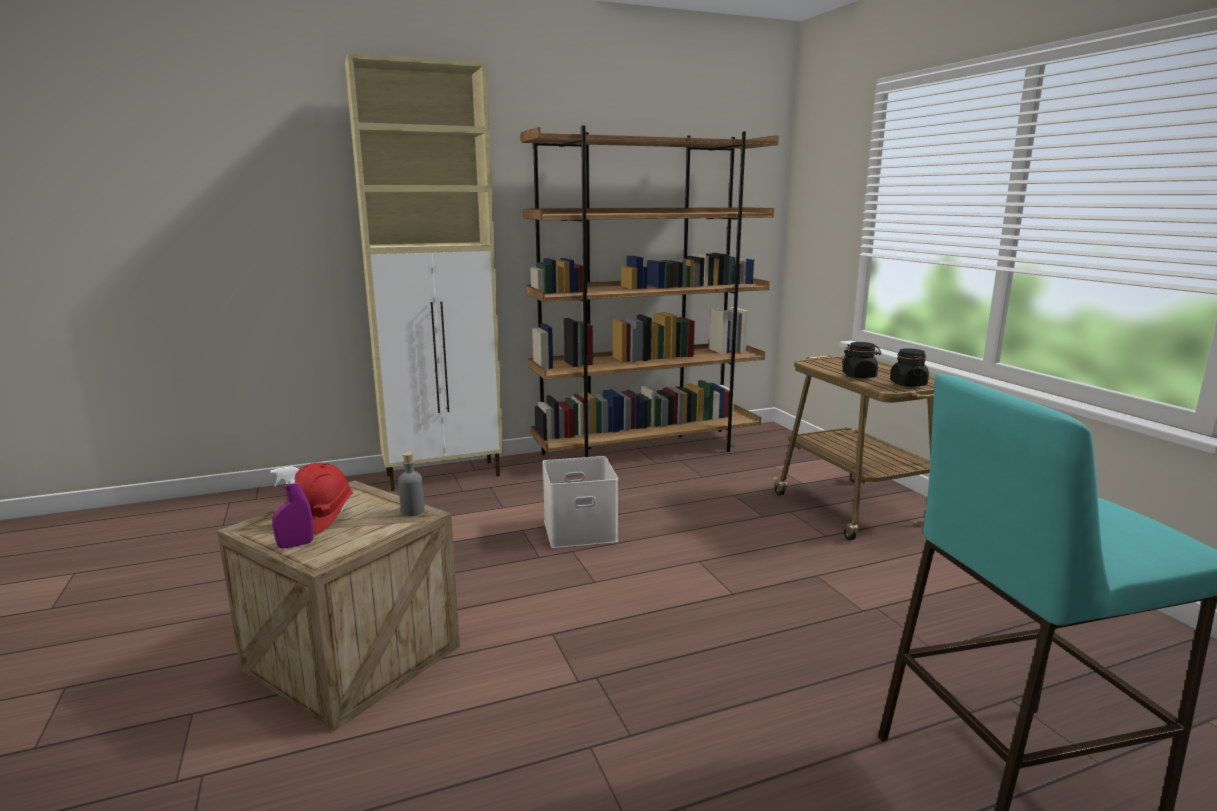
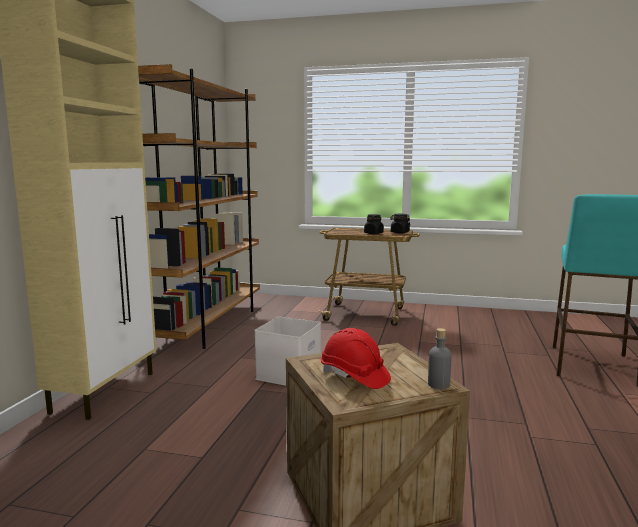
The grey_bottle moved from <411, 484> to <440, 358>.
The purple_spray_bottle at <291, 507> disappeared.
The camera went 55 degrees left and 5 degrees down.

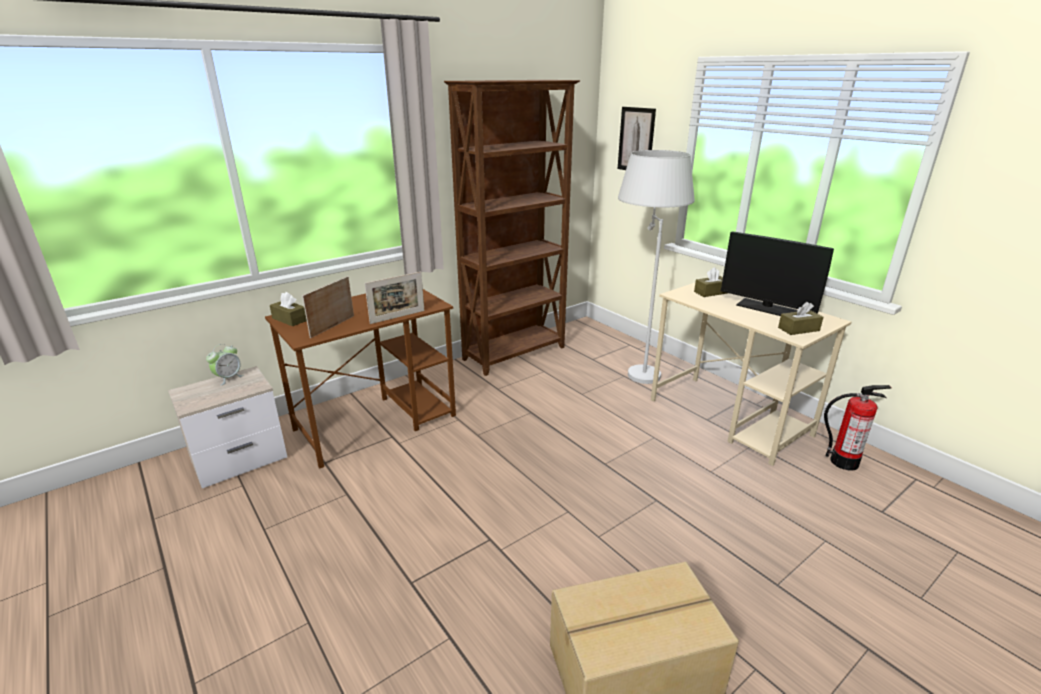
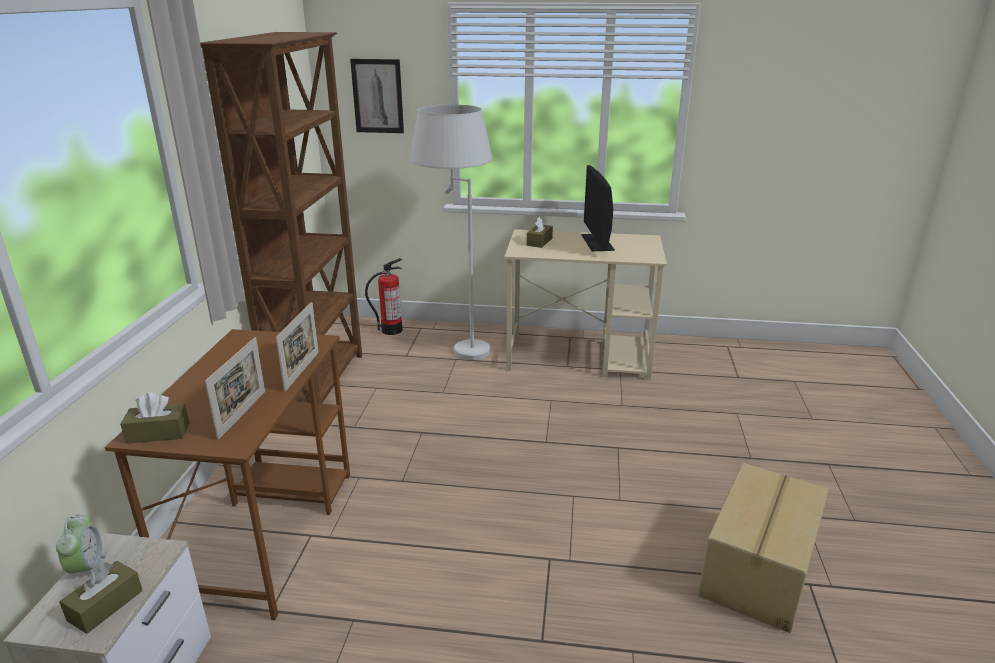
The brown_tissue_box moved from <800, 318> to <101, 597>.
The picture_frame at <328, 307> turned 150 degrees counterclockwise.
The fire_extinguisher moved from <858, 428> to <384, 296>.
The monitor at <777, 273> turned 90 degrees clockwise.
The camera went 45 degrees left and 0 degrees up.

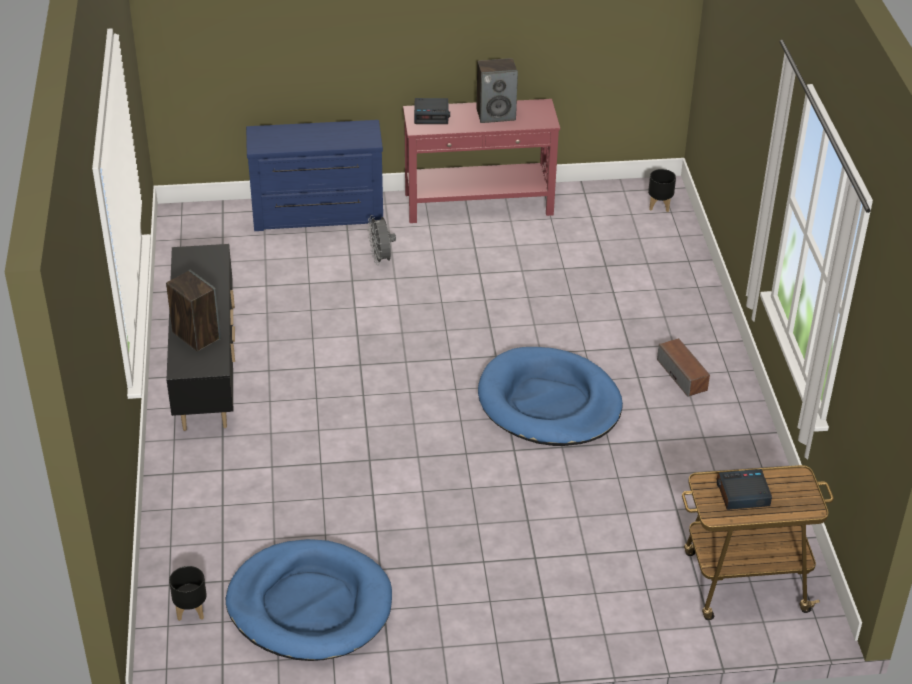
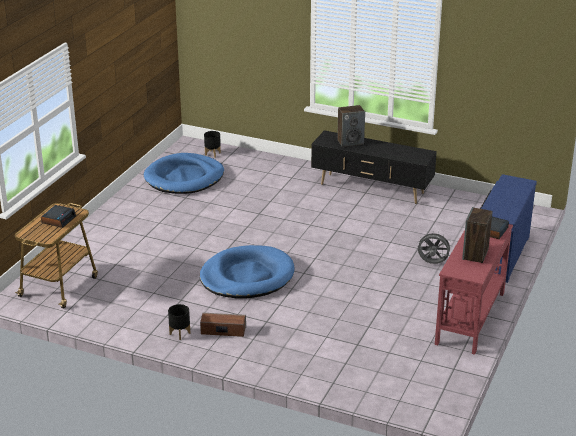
The black_planter moved from <662, 190> to <179, 322>.
The camera went 120 degrees right and 10 degrees down.

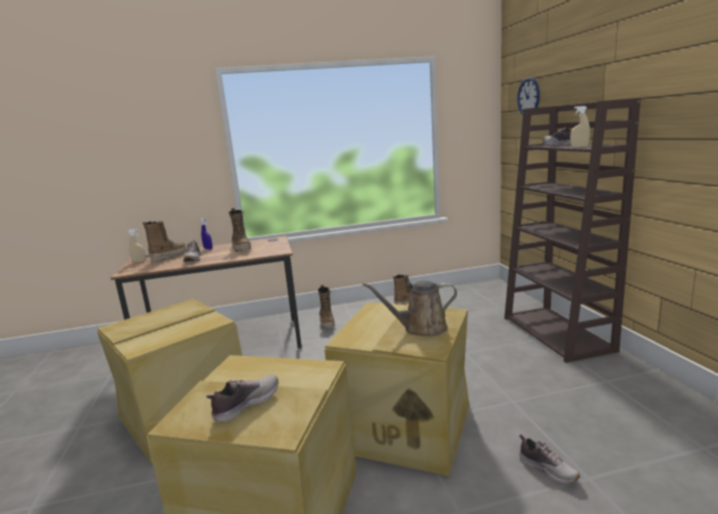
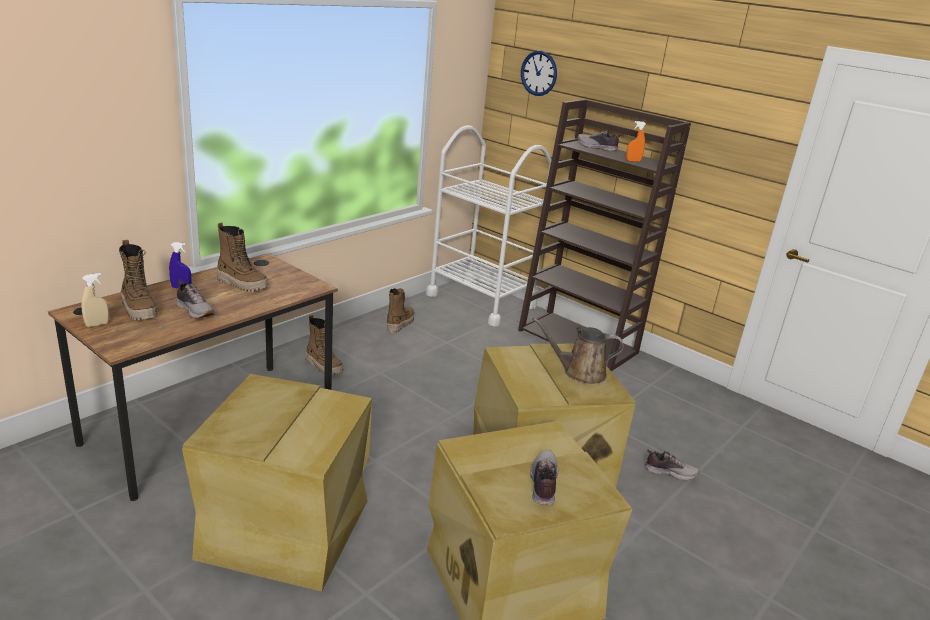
The boot at <165, 242> turned 150 degrees clockwise.
The white_cart at <489, 226> appeared.
The brown_watering_can at <409, 308> turned 45 degrees clockwise.
The beige_spray_bottle at <580, 127> became the orange_spray_bottle at <636, 141>.
The camera went 40 degrees left and 10 degrees up.

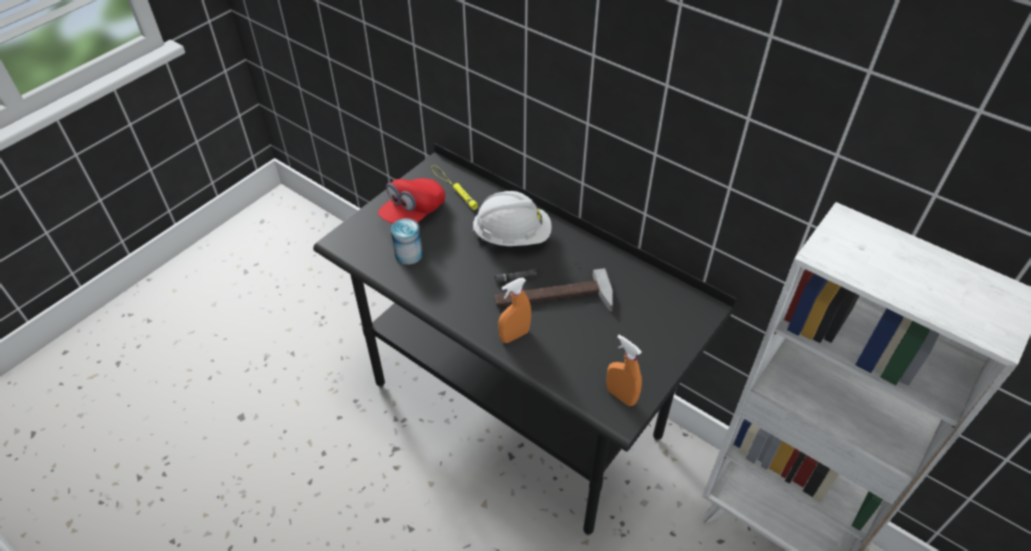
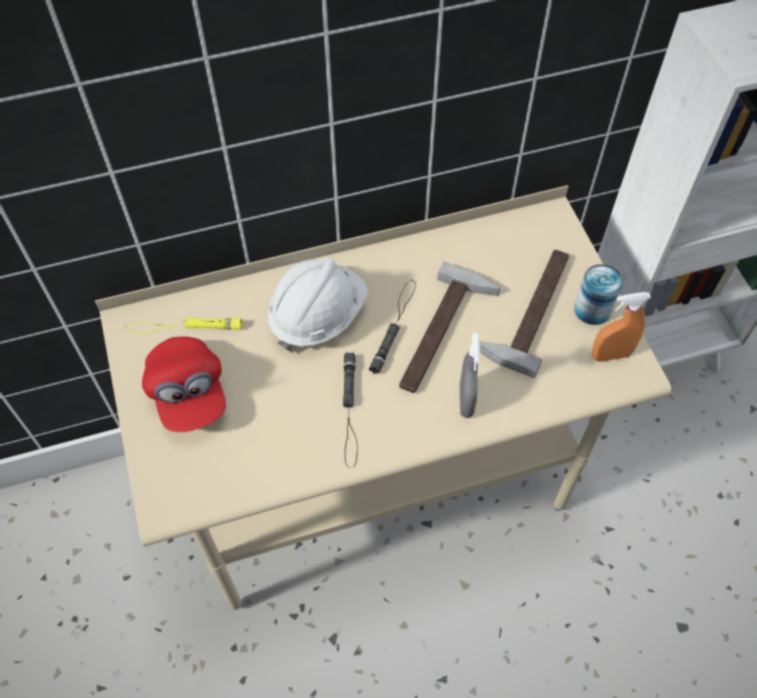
The black_desk at <524, 339> became the beige_desk at <383, 397>.
The black_flashlight at <350, 410> appeared.
The orange_spray_bottle at <514, 310> became the grey_spray_bottle at <470, 375>.
The hammer at <524, 314> appeared.
The can moved from <407, 241> to <598, 294>.
The camera went 55 degrees left and 10 degrees up.

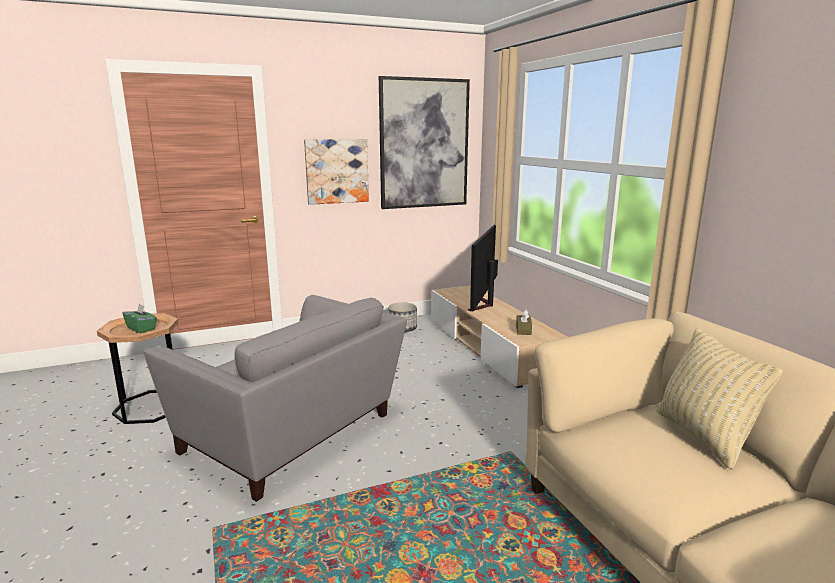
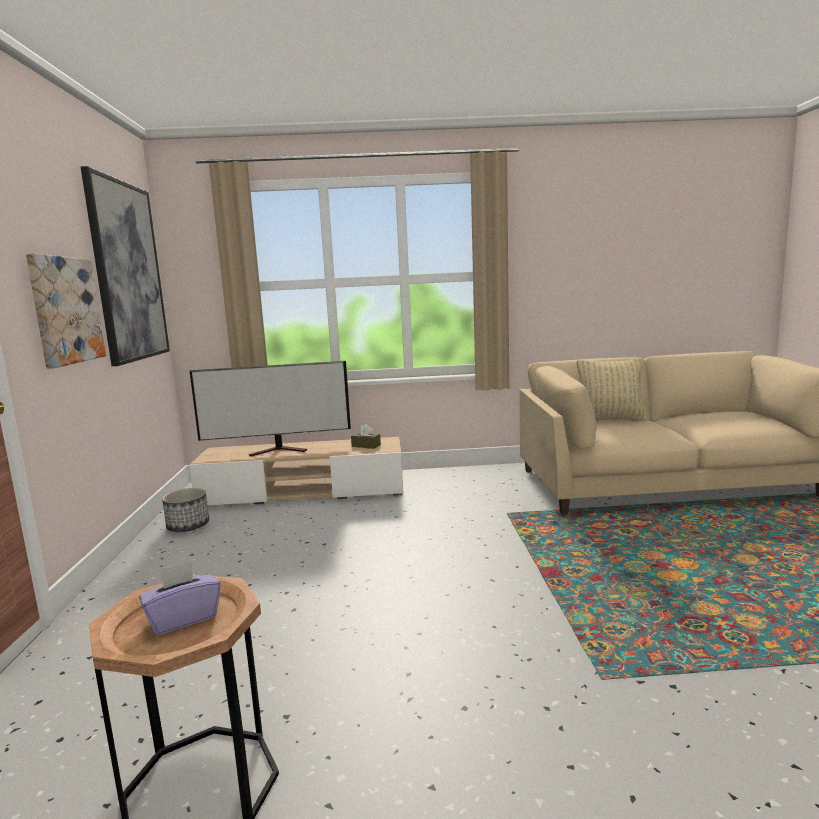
The green_tissue_box at <139, 318> became the purple_tissue_box at <180, 598>.
The television at <483, 267> turned 45 degrees counterclockwise.
The grey_armchair at <275, 398> disappeared.
The camera went 70 degrees left and 5 degrees down.

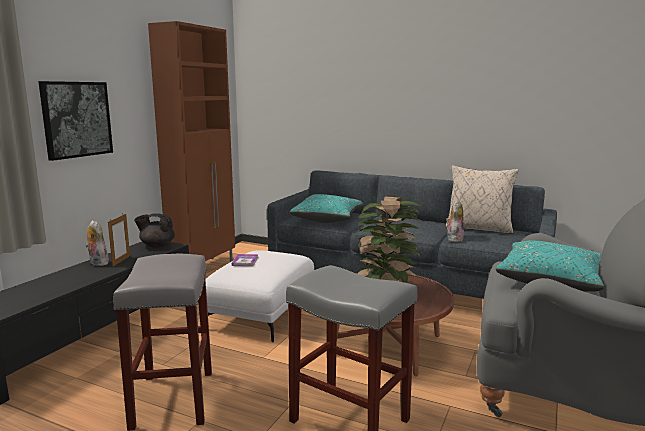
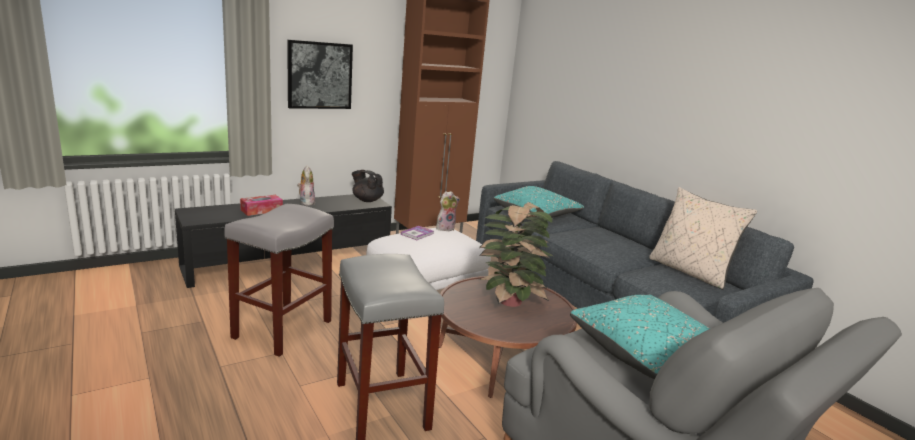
The tissue_box at <261, 205> appeared.
The plush_toy moved from <455, 221> to <448, 211>.
The picture_frame at <119, 240> disappeared.
The camera went 30 degrees right and 5 degrees up.

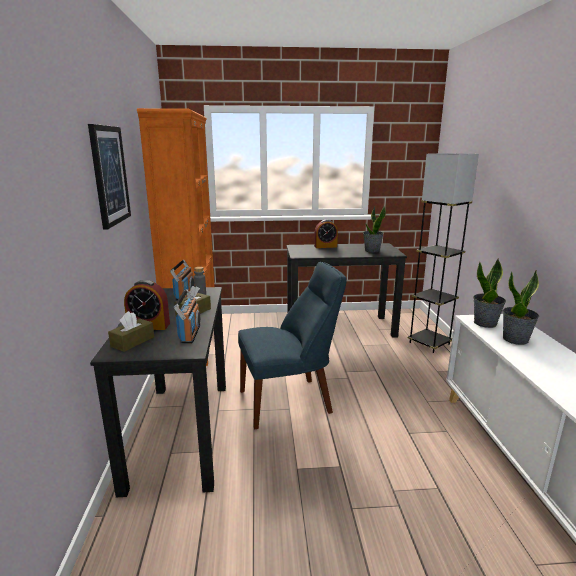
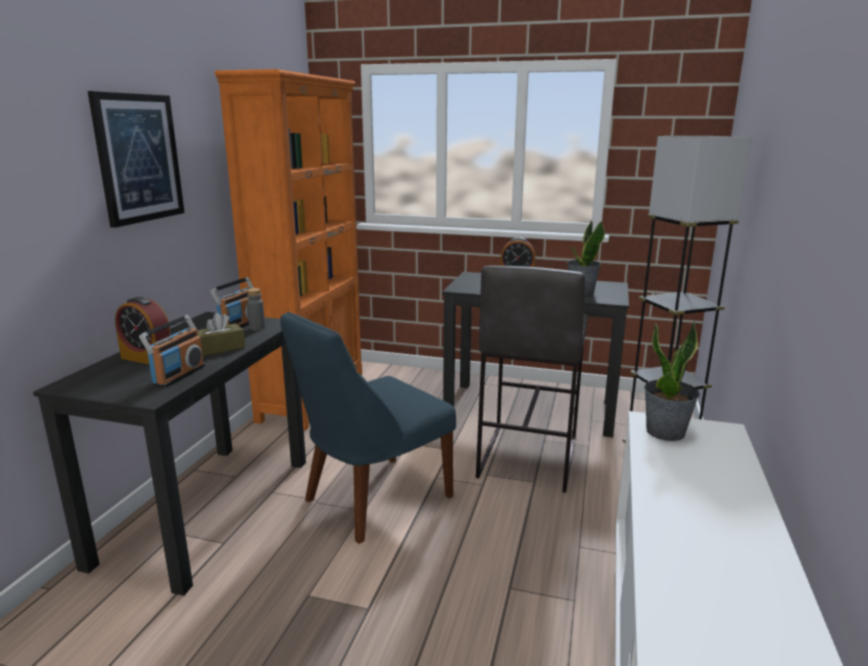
The blue_chair at <292, 345> turned 135 degrees clockwise.
The grey_stool at <532, 379> appeared.
The brown_tissue_box at <131, 331> disappeared.
The potted_plant at <521, 307> disappeared.
The camera went 20 degrees right and 0 degrees up.

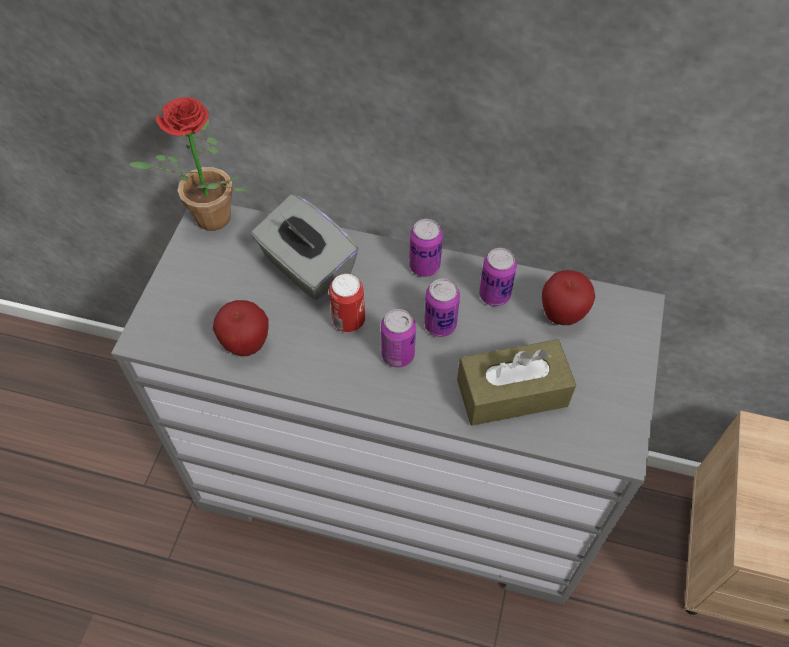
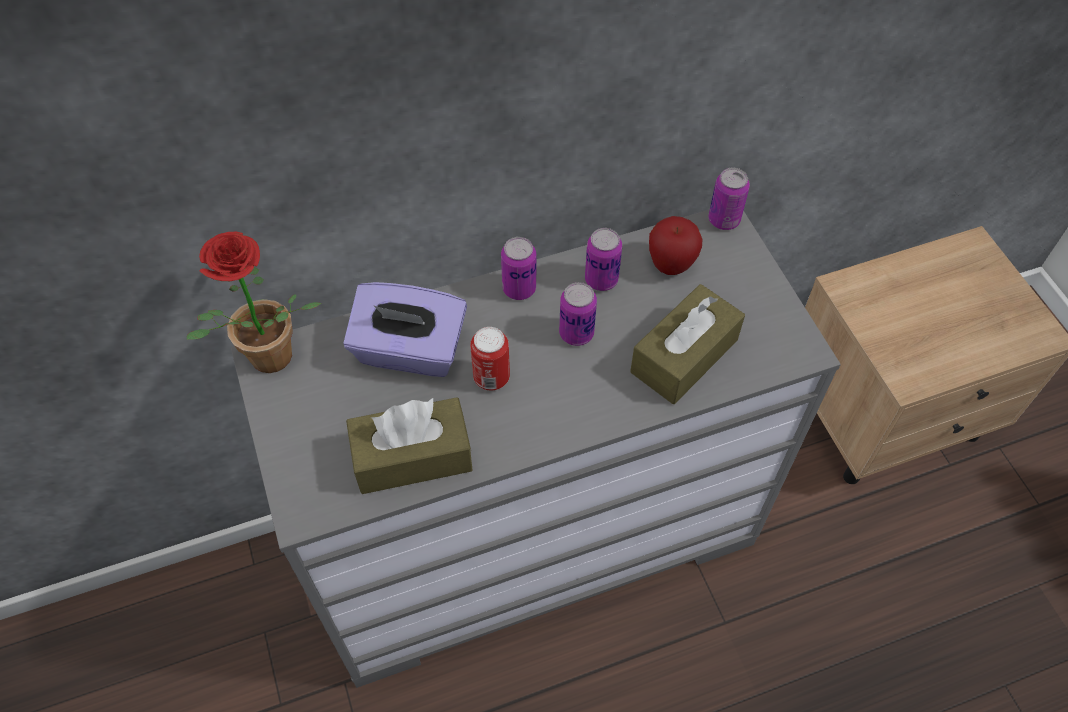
The grey_tissue_box at <305, 247> became the purple_tissue_box at <405, 329>.
The apple at <241, 328> was replaced by the brown_tissue_box at <409, 445>.
The can moved from <398, 338> to <729, 199>.
The camera went 35 degrees left and 0 degrees up.

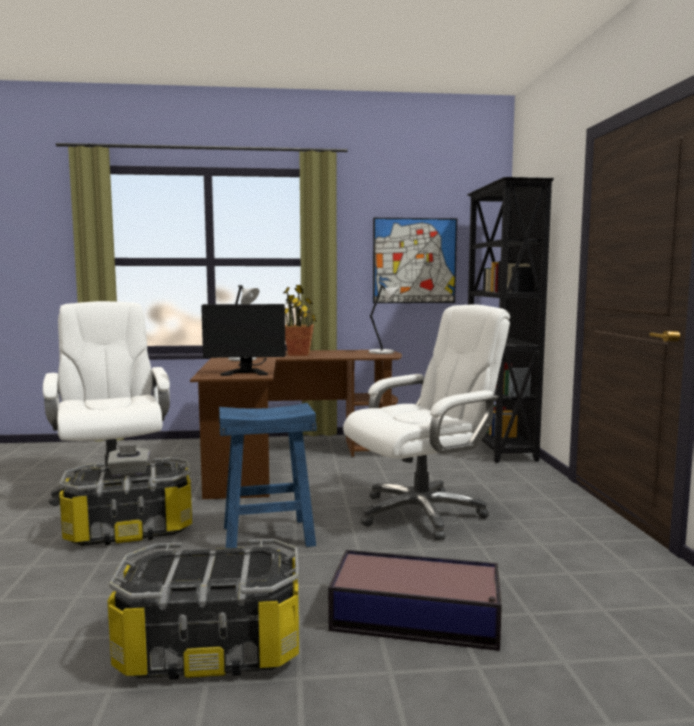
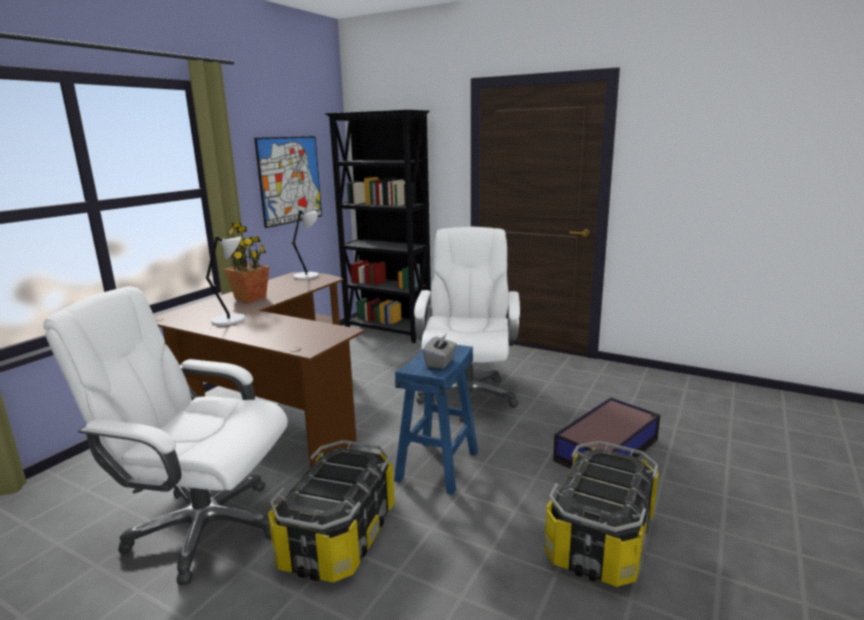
The grey_tissue_box moved from <128, 461> to <440, 351>.
The monitor at <243, 340> disappeared.
The camera went 55 degrees left and 10 degrees up.

